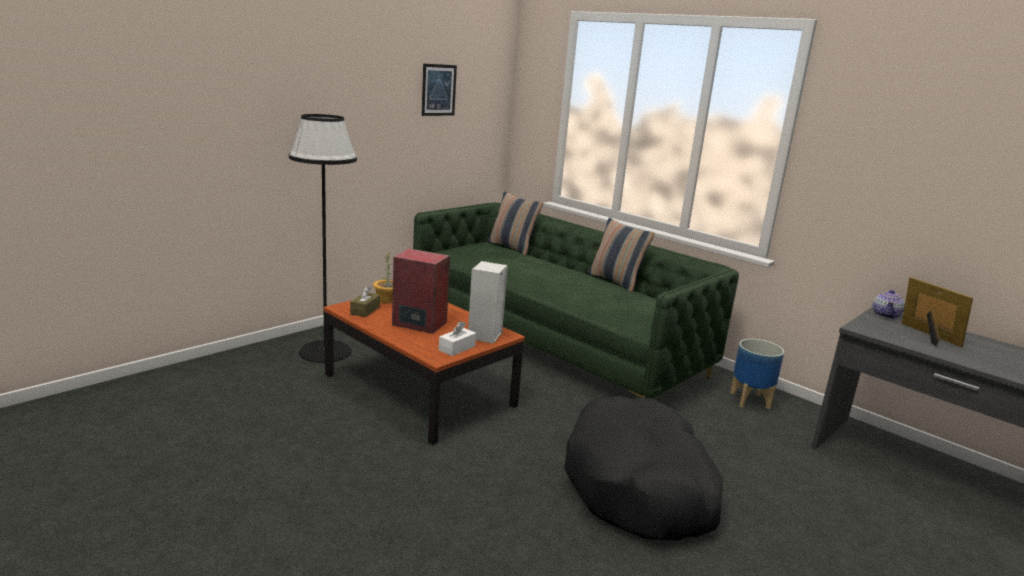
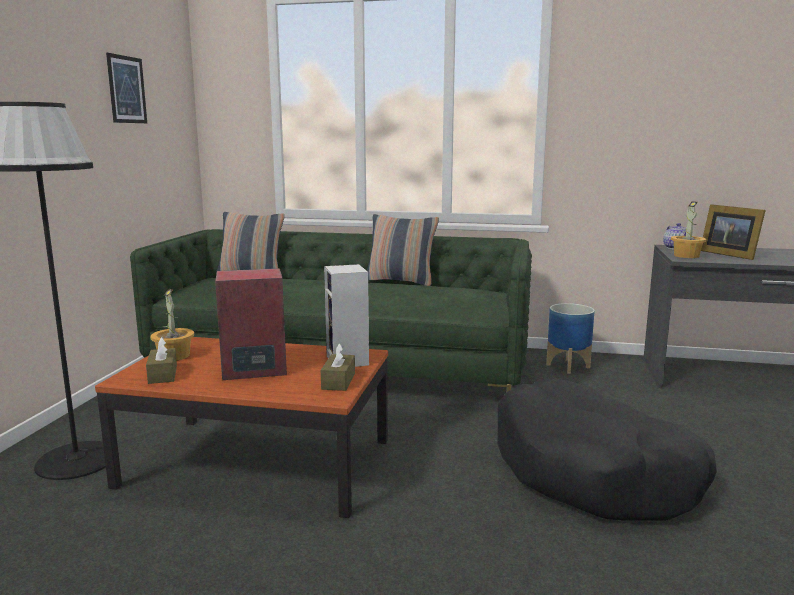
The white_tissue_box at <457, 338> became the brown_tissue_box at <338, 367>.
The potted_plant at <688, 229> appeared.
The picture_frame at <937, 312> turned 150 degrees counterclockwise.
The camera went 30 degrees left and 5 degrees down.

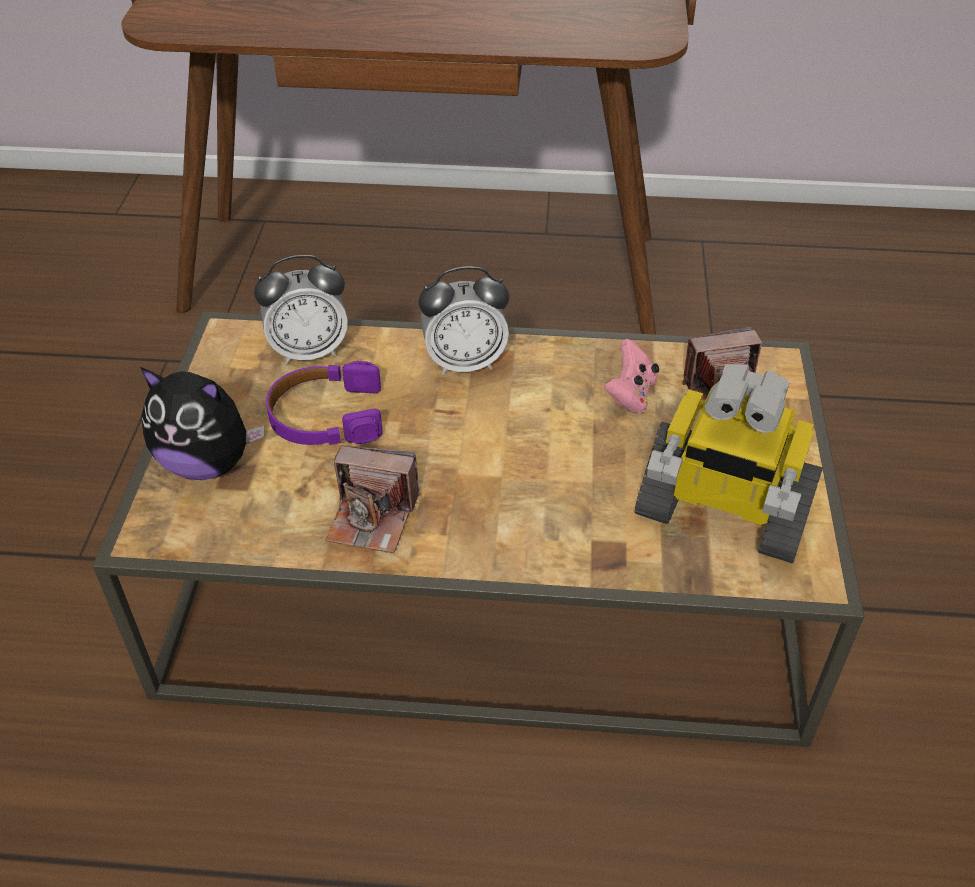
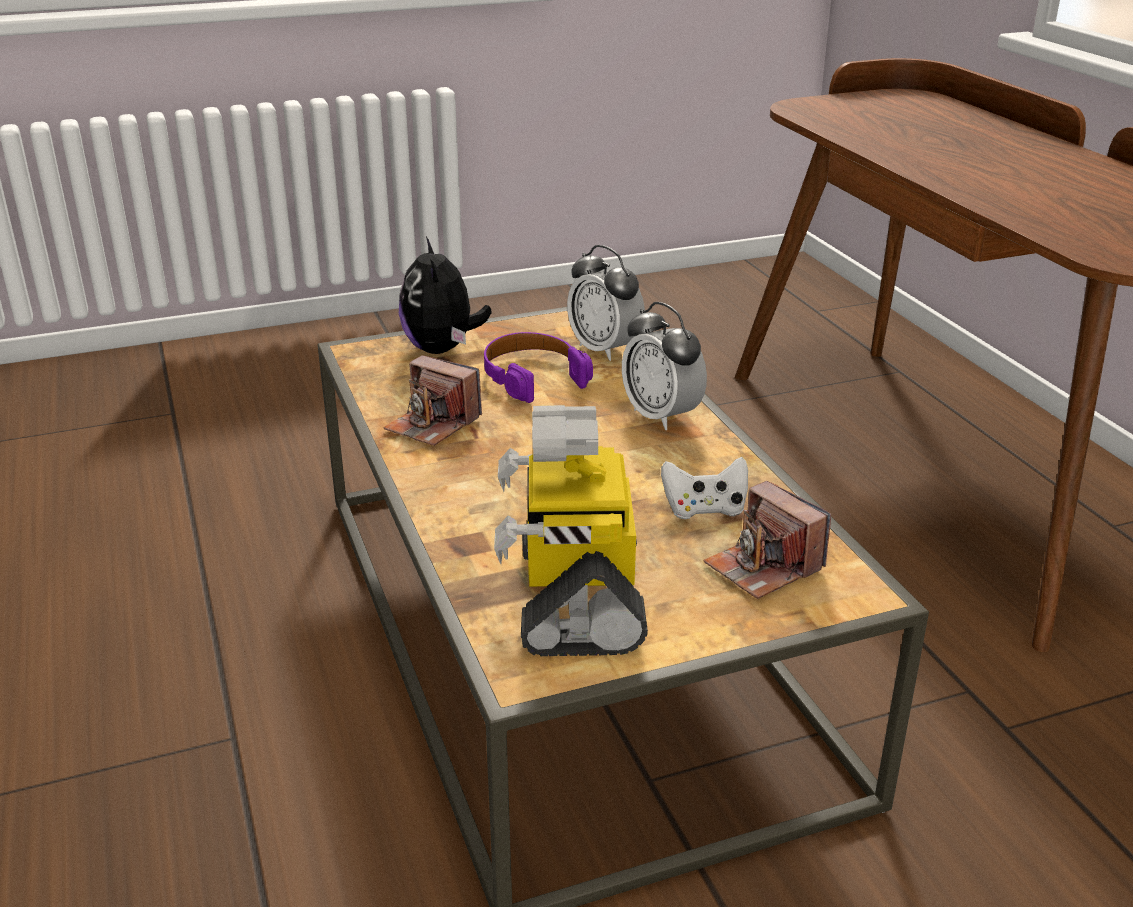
The photo_camera at <372, 499> turned 45 degrees counterclockwise.
The pink_game_controller at <631, 376> became the white_game_controller at <704, 488>.
The camera went 65 degrees right and 15 degrees down.

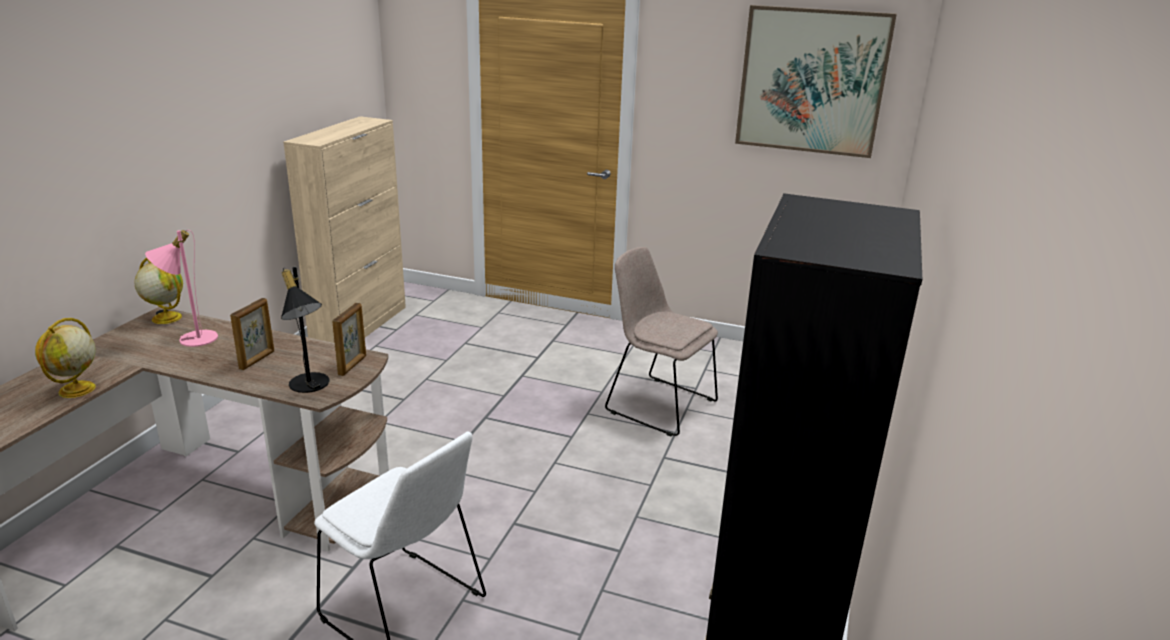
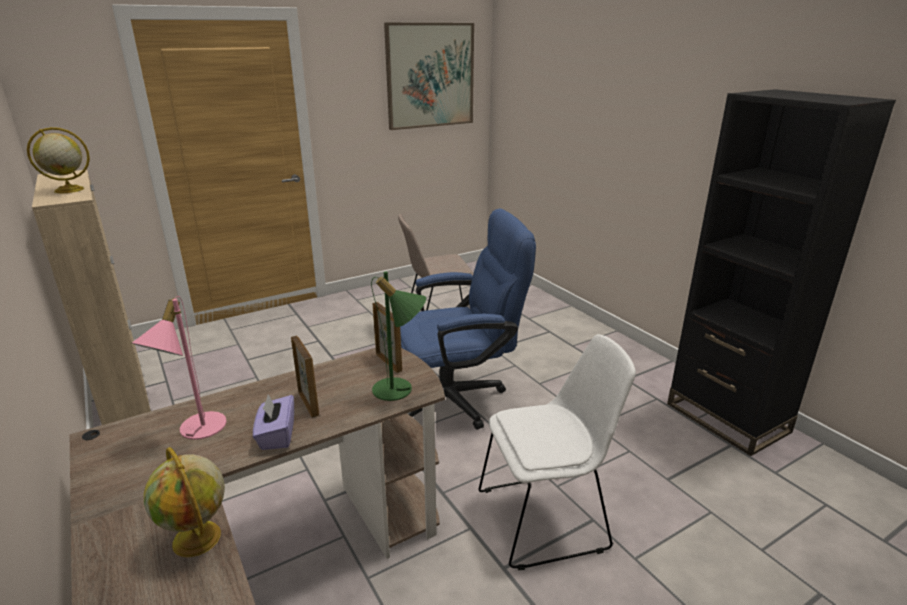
The globe moved from <158, 290> to <58, 160>.
The purple_tissue_box at <273, 422> appeared.
The black_table_lamp at <305, 330> became the green_table_lamp at <398, 336>.
The blue_office_chair at <468, 318> appeared.
The camera went 50 degrees left and 0 degrees up.

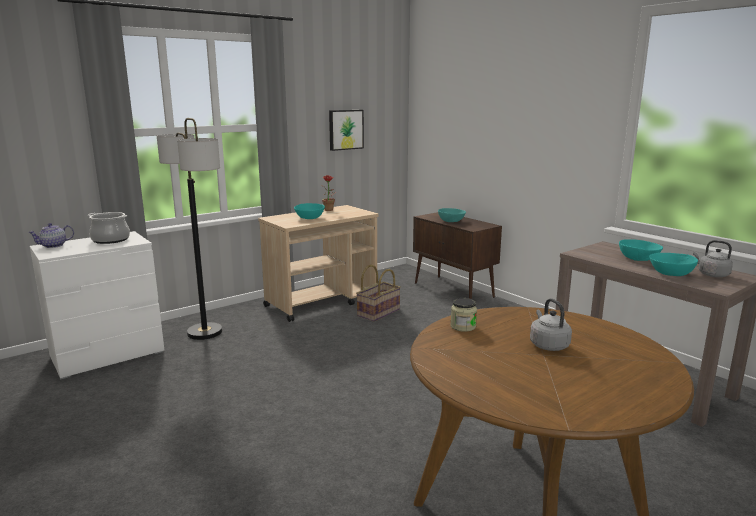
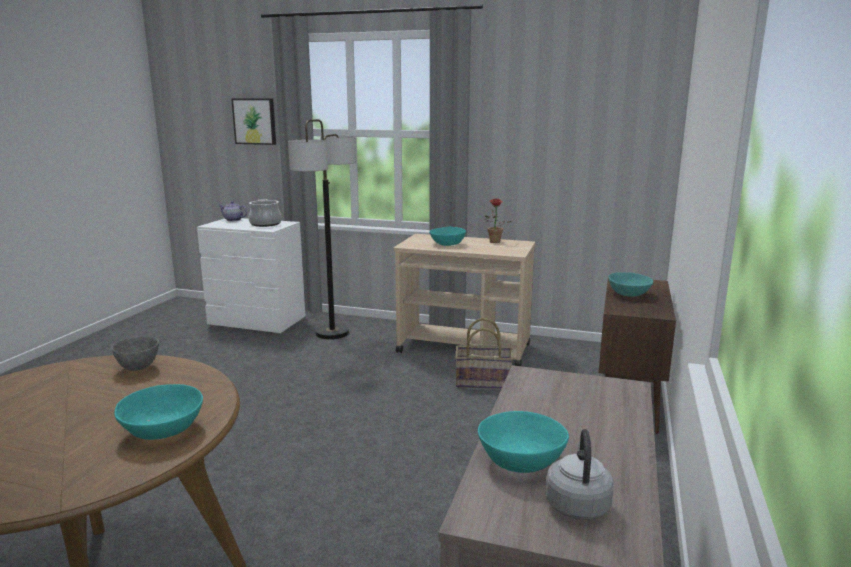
The jar at <464, 315> was replaced by the grey_bowl at <135, 353>.
The turquoise_bowl moved from <641, 250> to <158, 412>.
The picture moved from <346, 130> to <253, 122>.
The grey_kettle at <551, 324> disappeared.
The camera went 55 degrees right and 0 degrees up.

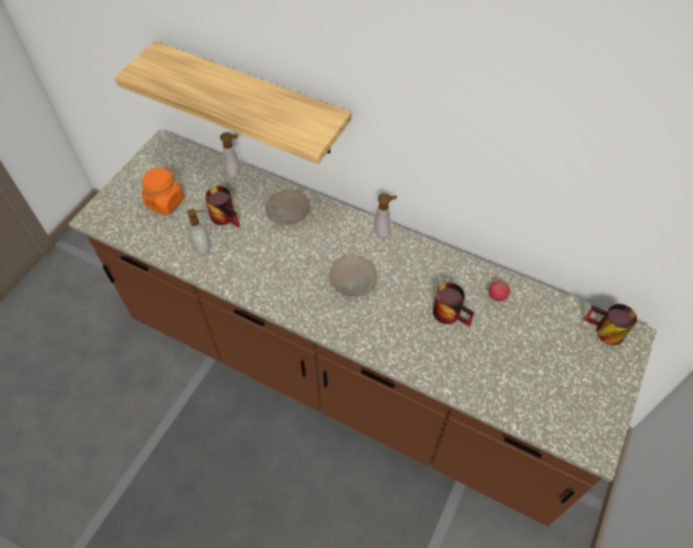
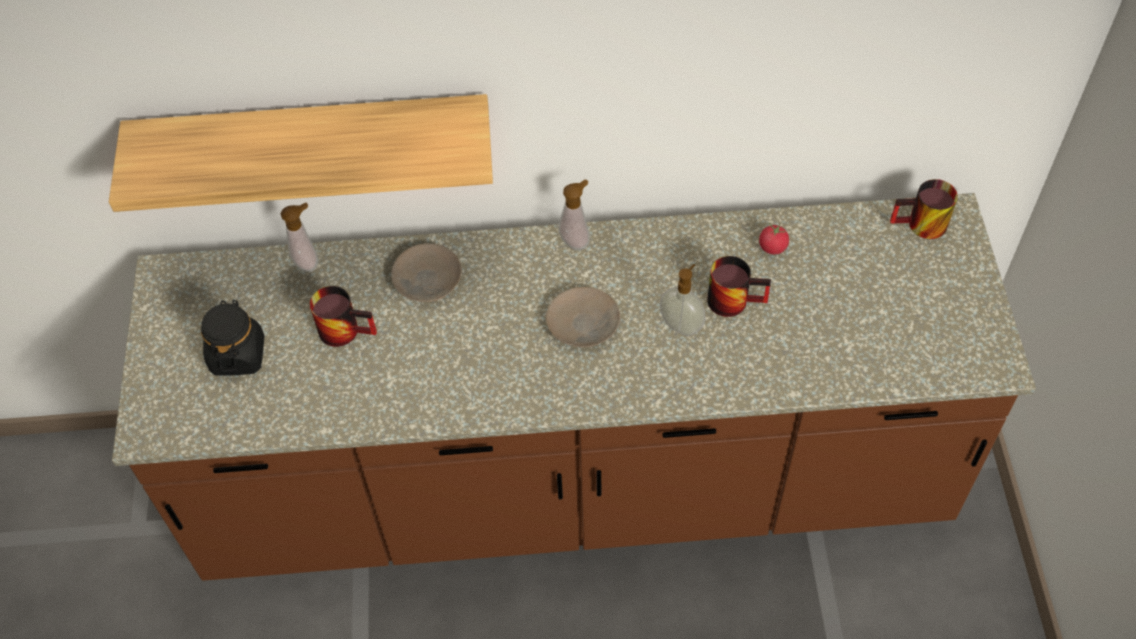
The orange_jar at <163, 191> became the black_jar at <232, 338>.
The soap_dispenser moved from <199, 232> to <682, 300>.
The camera went 30 degrees left and 0 degrees up.

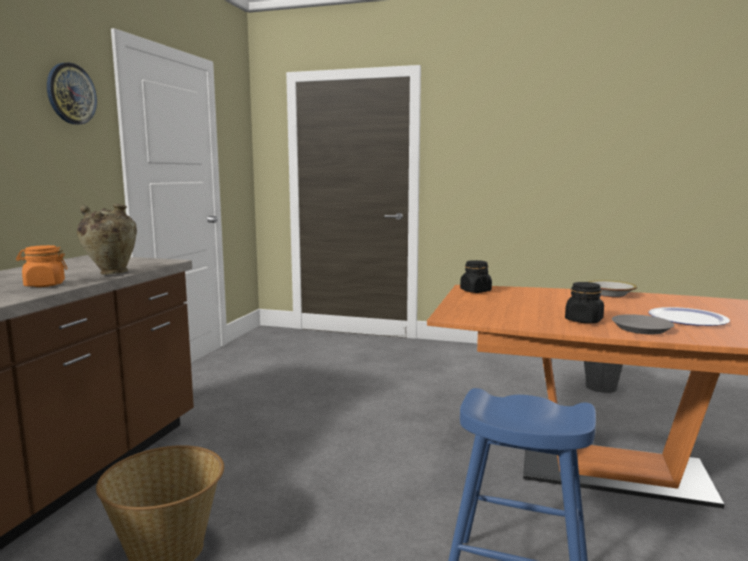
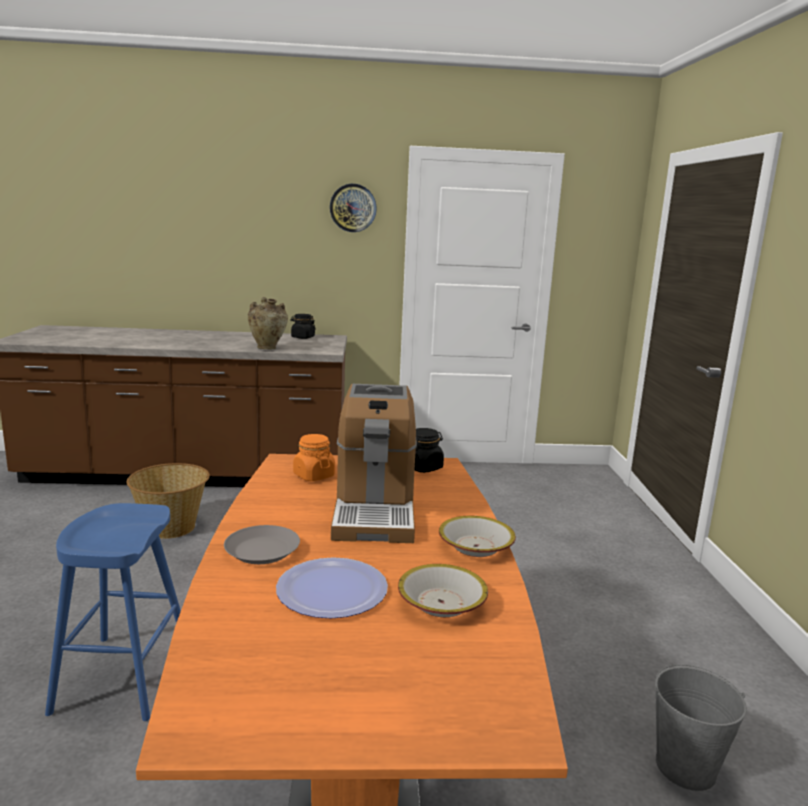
The black_jar moved from <584, 302> to <303, 326>.
The orange_jar moved from <42, 266> to <314, 457>.
The coffee_machine at <374, 463> appeared.
The bowl at <443, 590> appeared.
The camera went 70 degrees right and 5 degrees up.

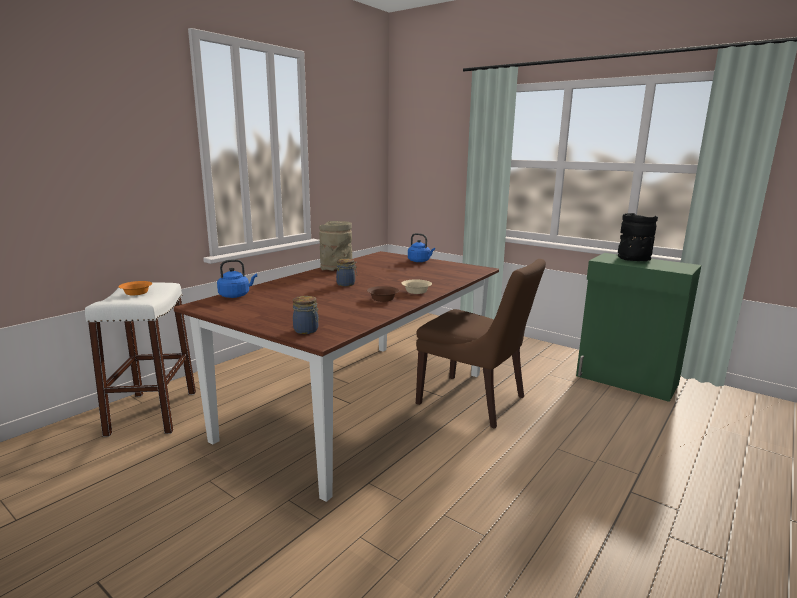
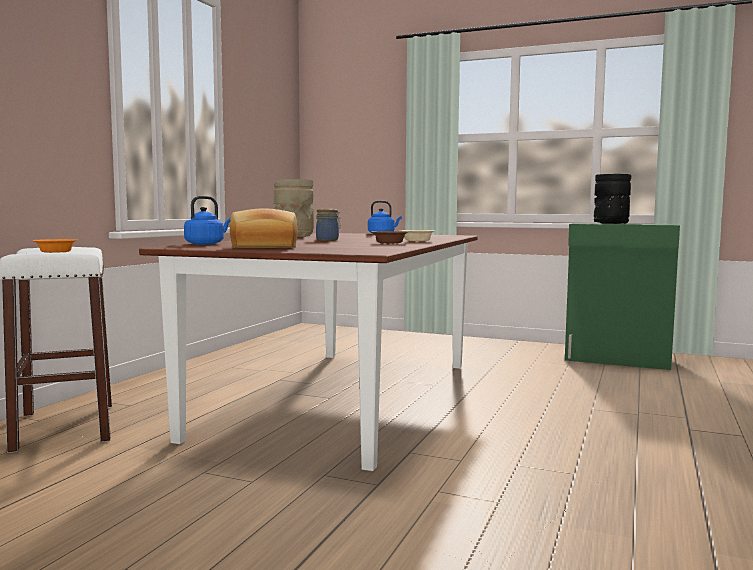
The bread at <264, 228> appeared.
The jar at <306, 315> disappeared.
The brown_chair at <481, 344> disappeared.
The camera went 15 degrees left and 10 degrees down.

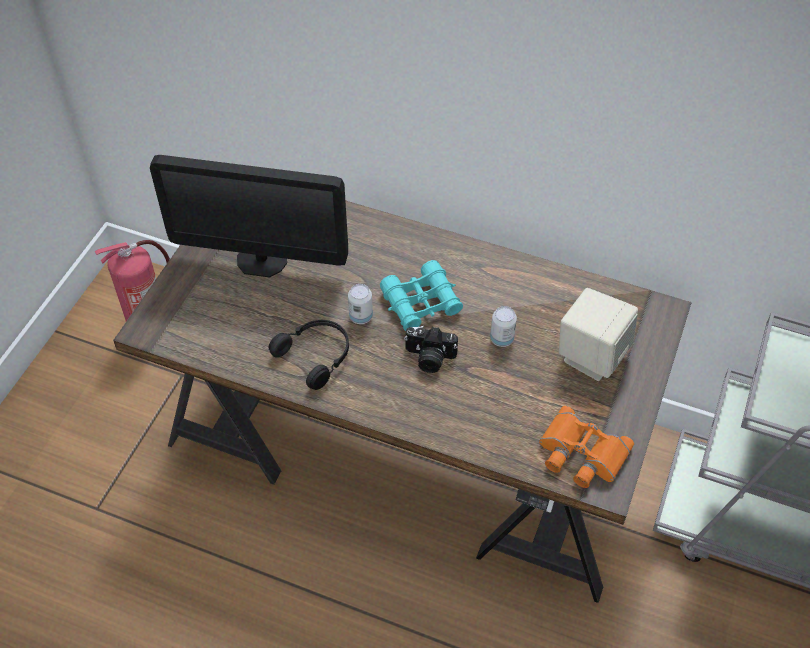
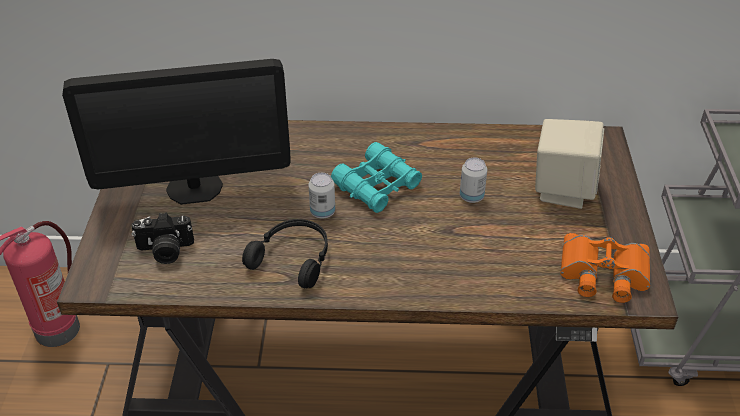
The photo_camera moved from <431, 349> to <163, 238>.
The camera went 20 degrees left and 10 degrees down.

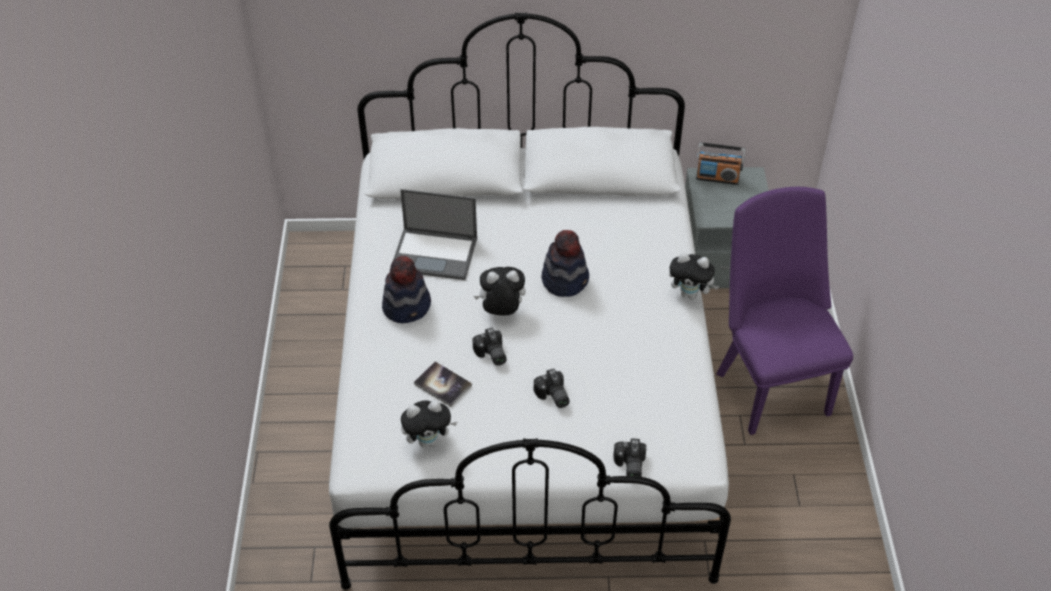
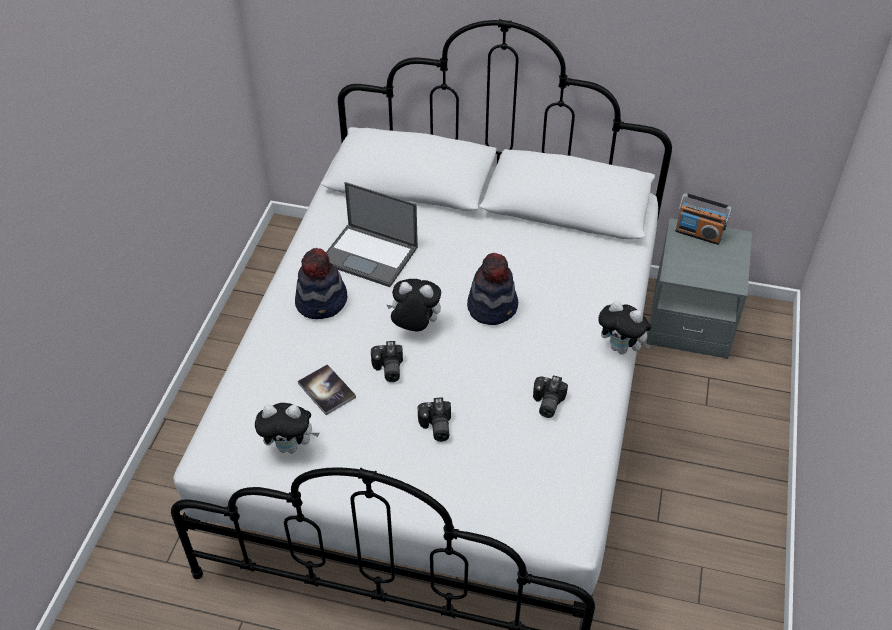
The photo_camera moved from <629, 458> to <550, 396>.
The purple_chair at <784, 311> disappeared.
The camera went 15 degrees right and 0 degrees up.

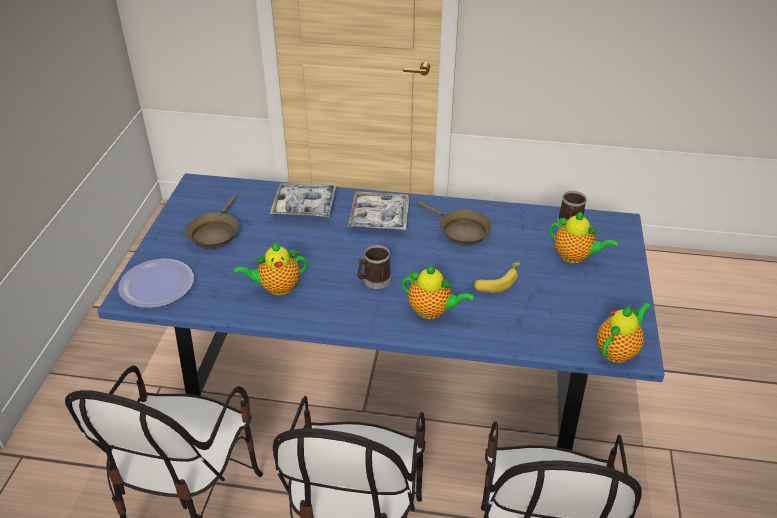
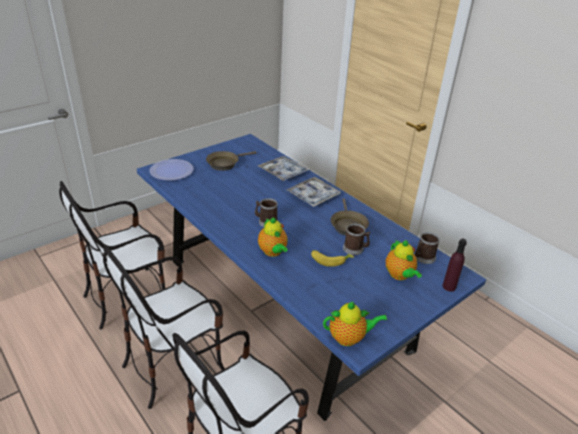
The mug at <356, 239> appeared.
The purple_bottle at <455, 265> appeared.
The teapot at <270, 268> disappeared.
The camera went 40 degrees right and 5 degrees down.

